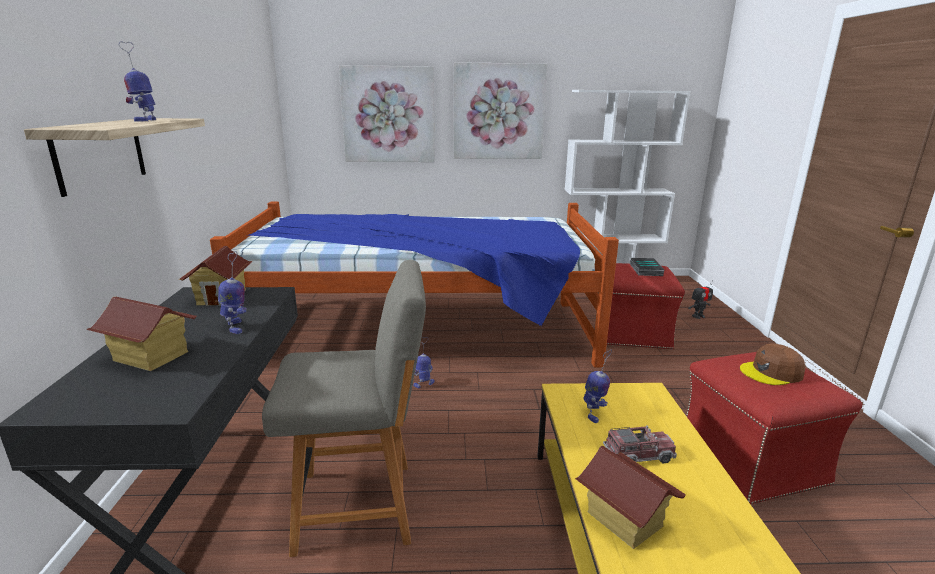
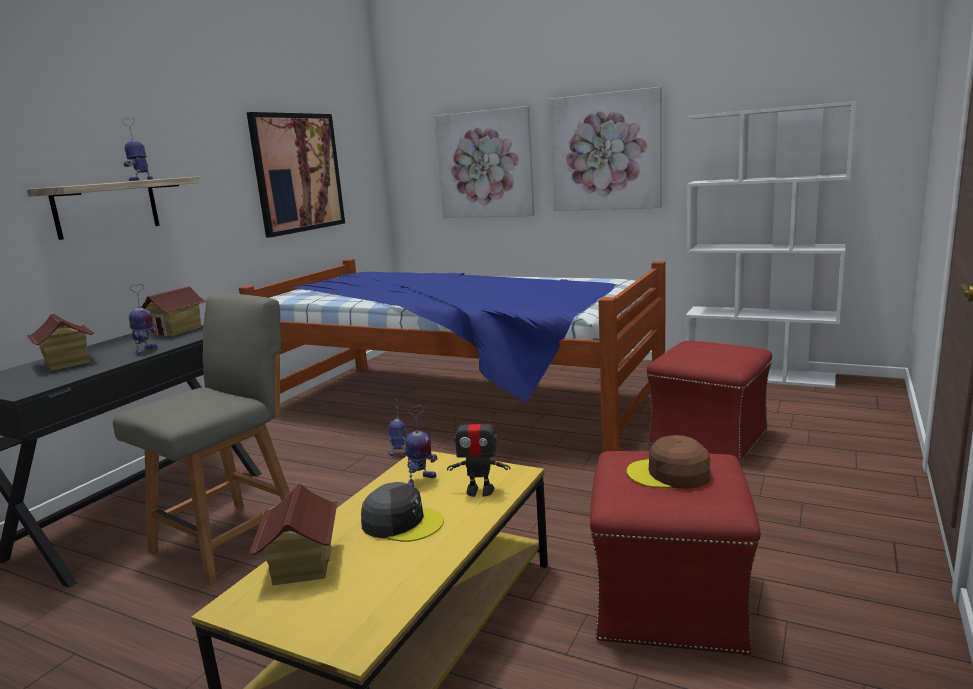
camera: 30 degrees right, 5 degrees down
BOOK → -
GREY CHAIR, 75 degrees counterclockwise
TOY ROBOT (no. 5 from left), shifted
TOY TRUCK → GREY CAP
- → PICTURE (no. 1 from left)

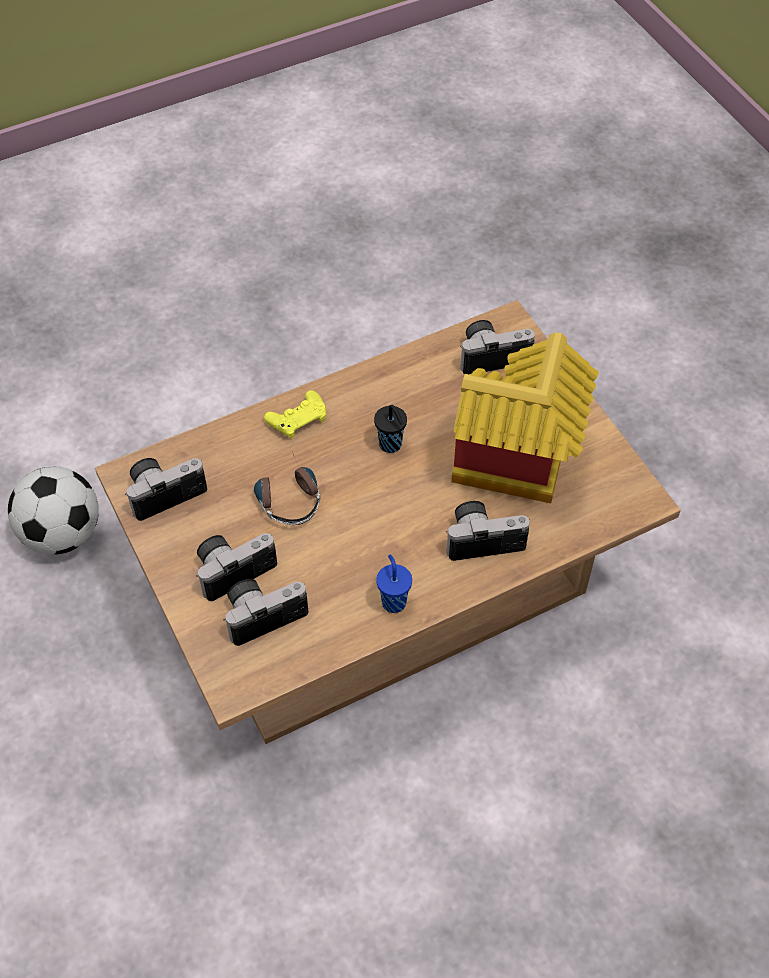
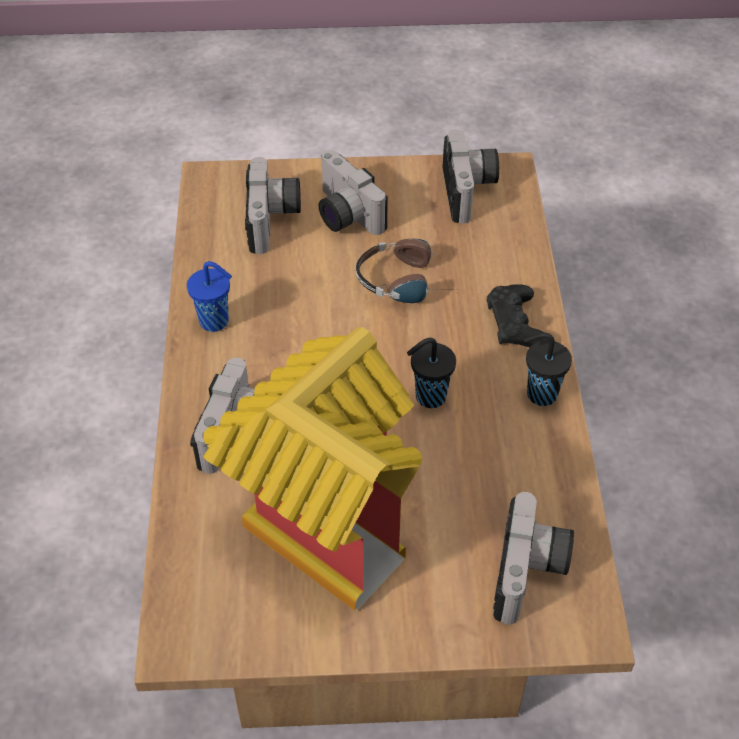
camera: 115 degrees right, 5 degrees down
YELLOW GAME CONTROLLER → BLACK GAME CONTROLLER
FOOTBALL → -
PHOTO CAMERA (no. 2 from left in the first image) → PHOTO CAMERA (no. 3 from left), 150 degrees clockwise
- → BLACK CUP (no. 2 from left)

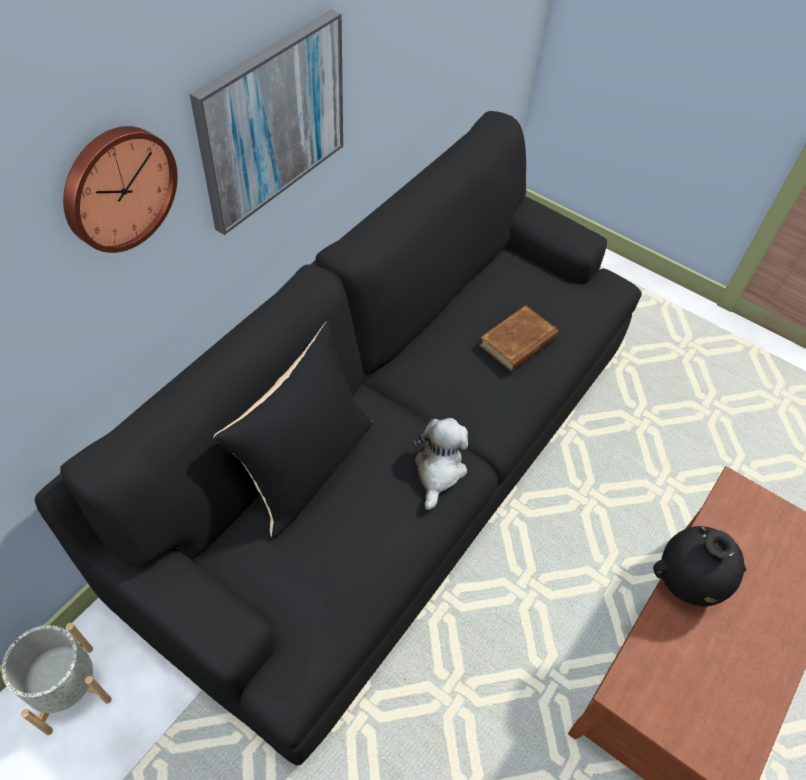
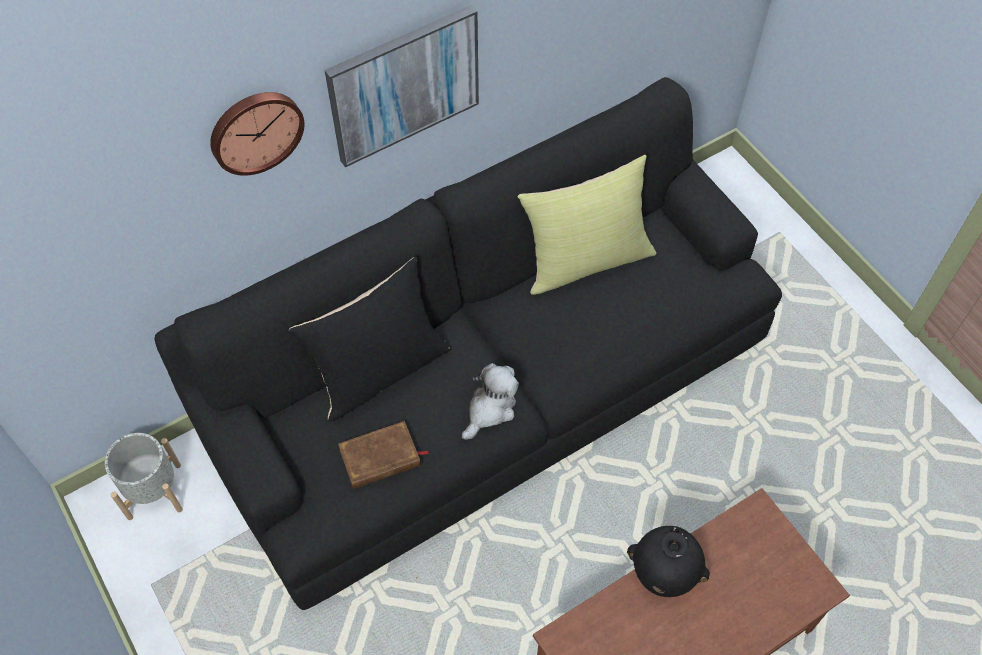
camera: 25 degrees right, 5 degrees up
BROWN BOOK, shifted
- → YELLOW PILLOW

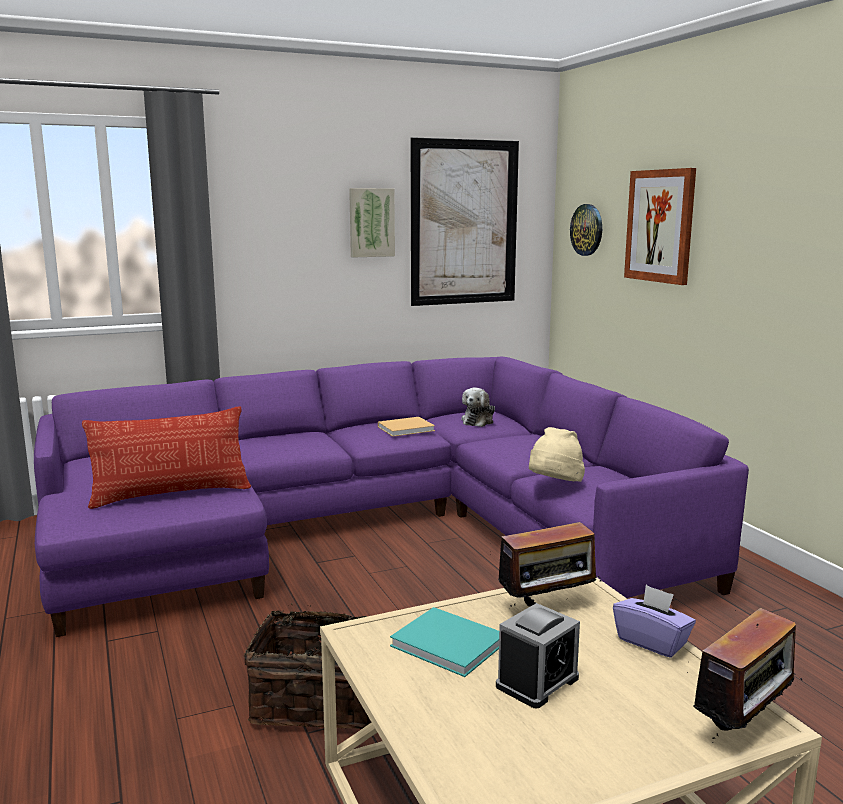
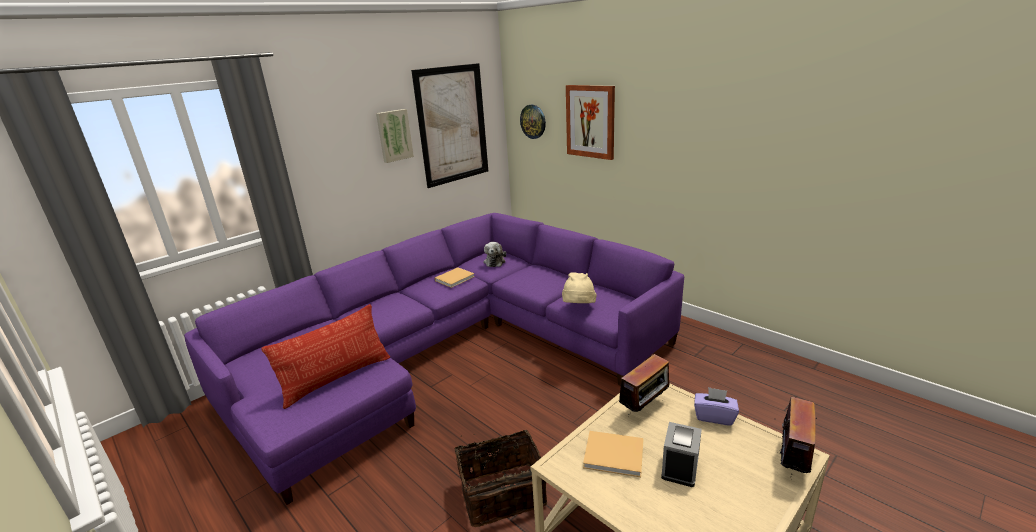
camera: 20 degrees left, 10 degrees up
TURQUOISE BOOK → BEIGE BOOK (no. 2 from left)

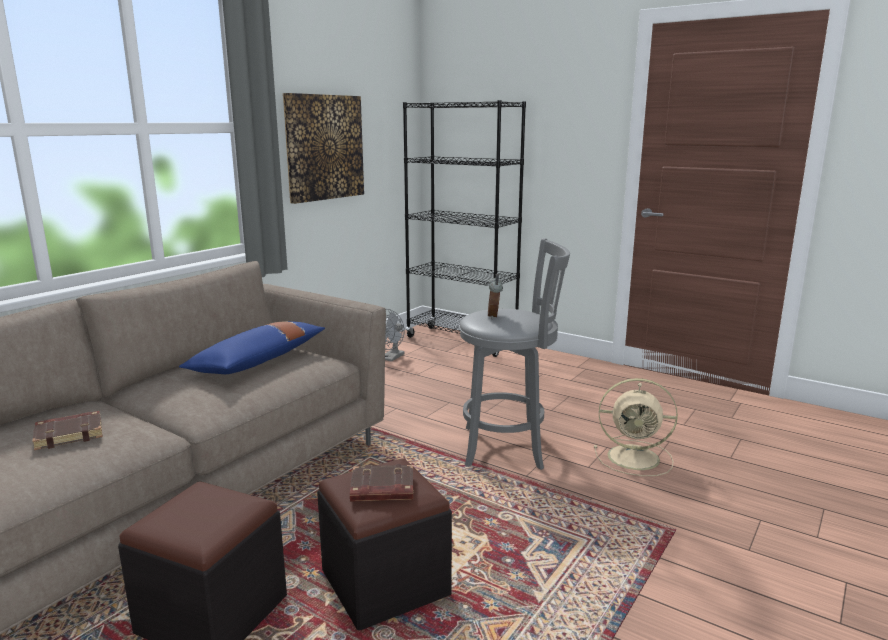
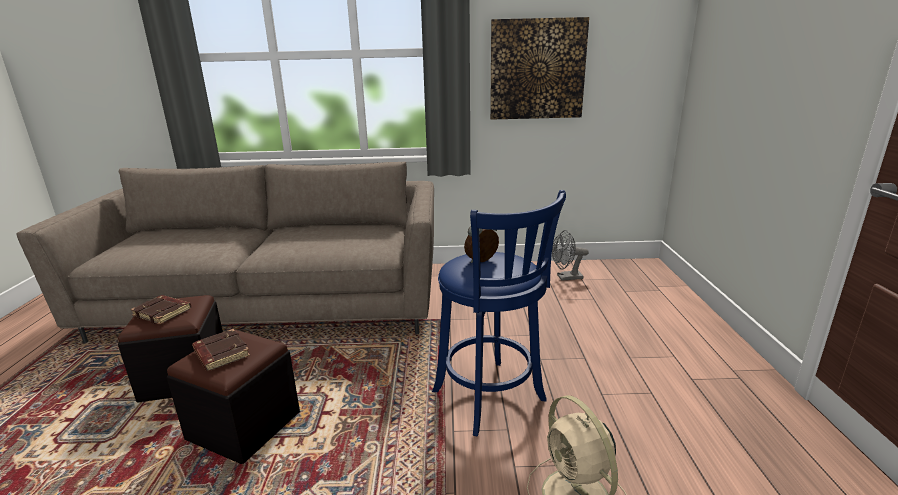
camera: 55 degrees right, 5 degrees up
BLACK BOOKCASE → -
GREY STOOL → BLUE STOOL
BLUE PILLOW → -
BROWN BOOK (no. 1 from left), shifted

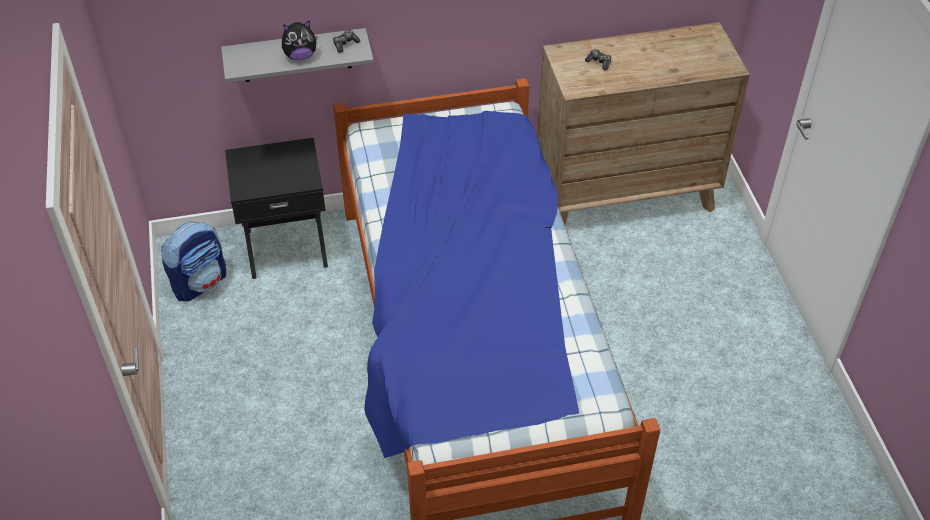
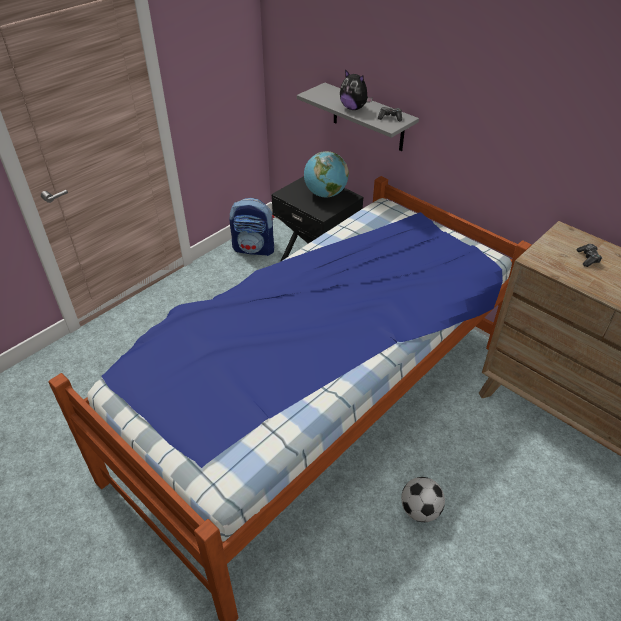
camera: 55 degrees right, 5 degrees down
- → GLOBE
- → FOOTBALL

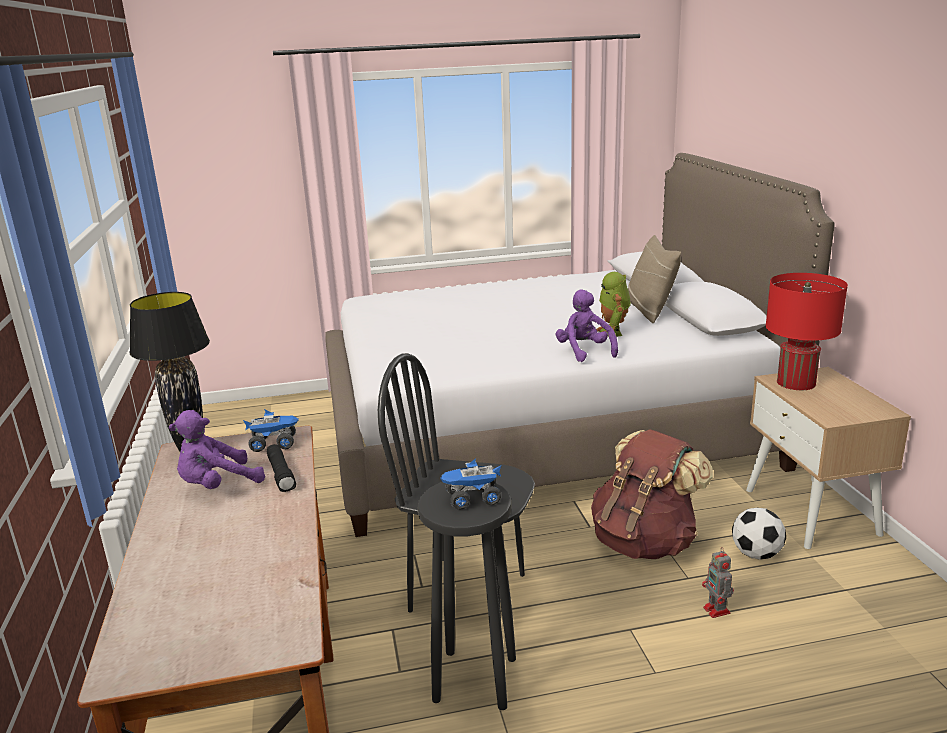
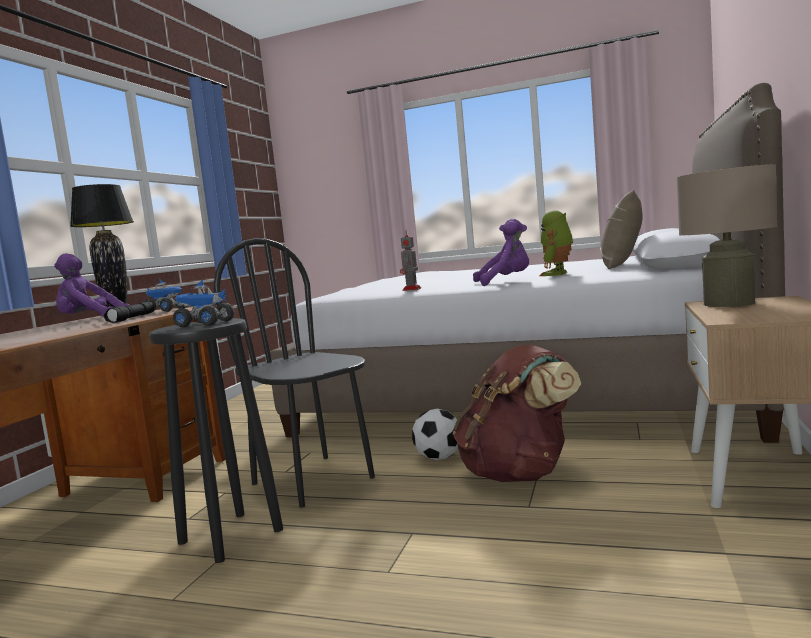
camera: 30 degrees right, 15 degrees down
RED TABLE LAMP → BEIGE TABLE LAMP
PURPLE PLUSH TOY (no. 2 from left), 75 degrees clockwise
FOOTBALL, shifted
TOY ROBOT (no. 2 from left in the first image) → TOY ROBOT (no. 1 from left), shifted

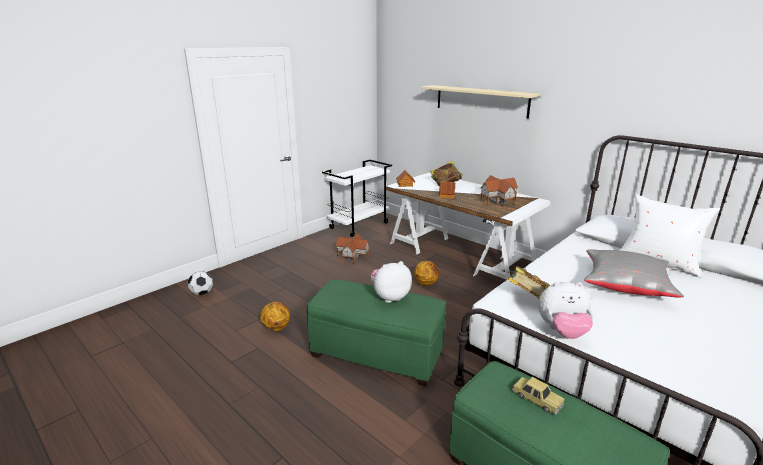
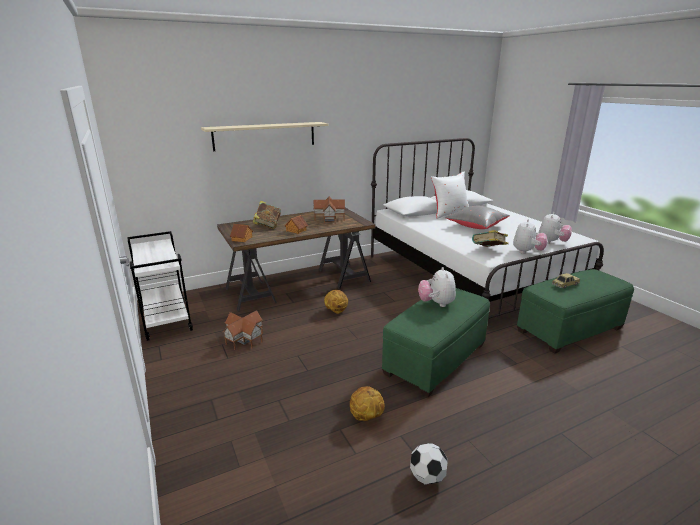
camera: 70 degrees left, 0 degrees up
WHITE DESK → BROWN DESK
FOOTBALL, shifted
- → PLUSH TOY (no. 3 from left)

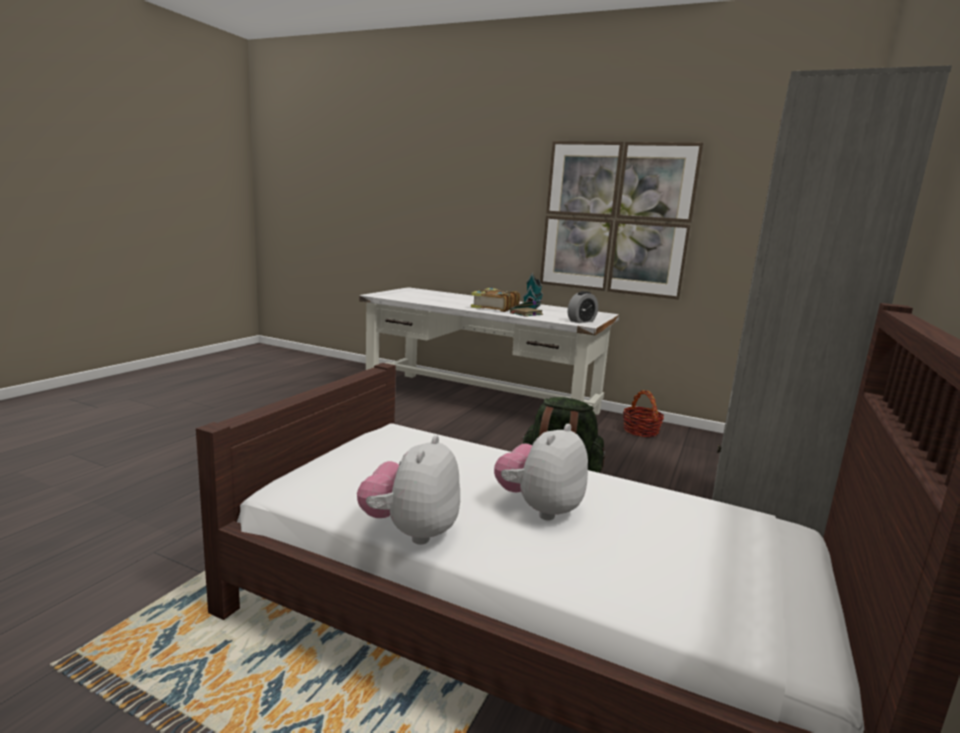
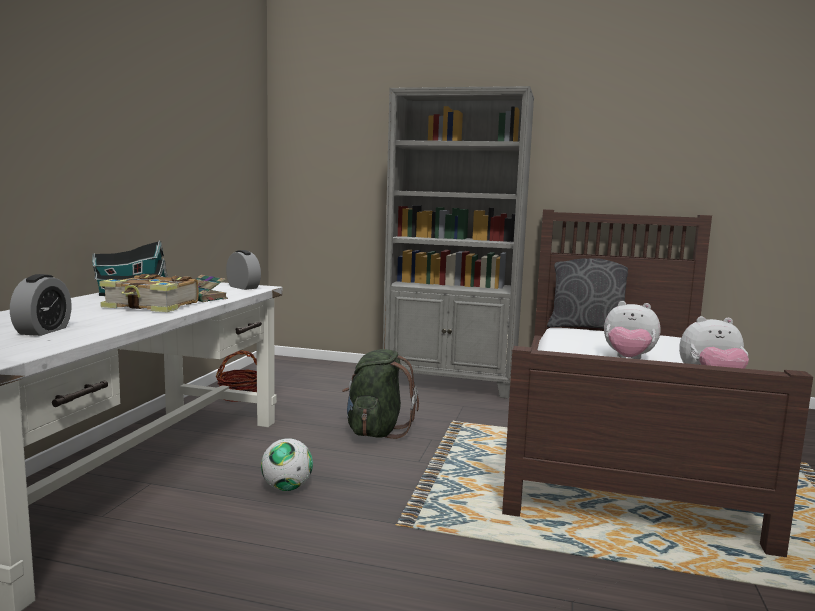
camera: 100 degrees left, 5 degrees down
PICTURE → -
- → GREY PILLOW
- → ALARM CLOCK (no. 1 from left)
- → FOOTBALL

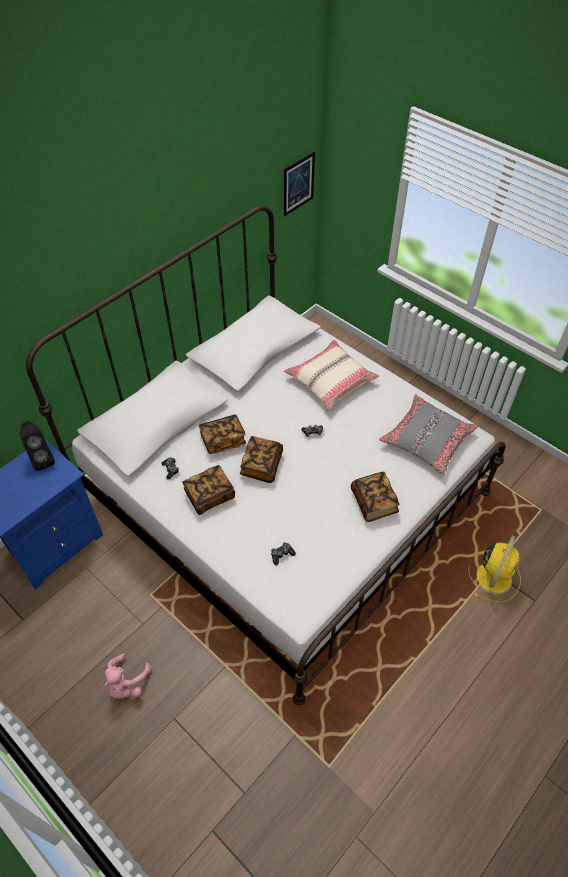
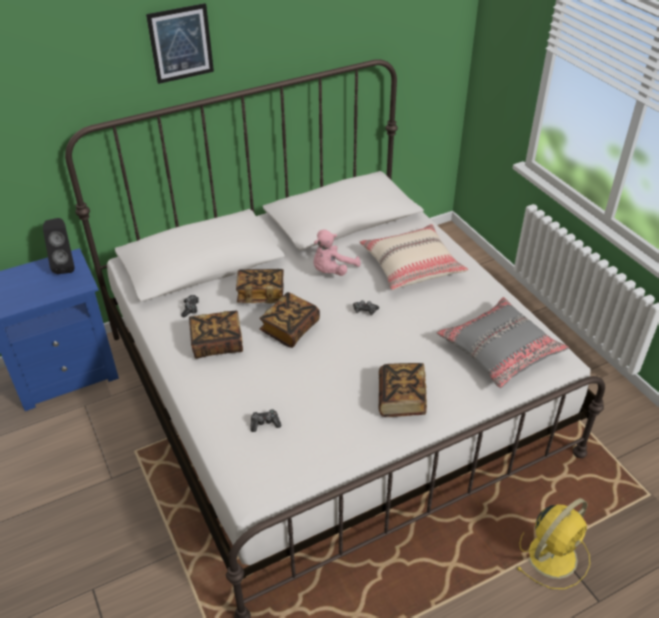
camera: 20 degrees right, 10 degrees down
PICTURE, shifted
PINK PLUSH TOY, shifted

